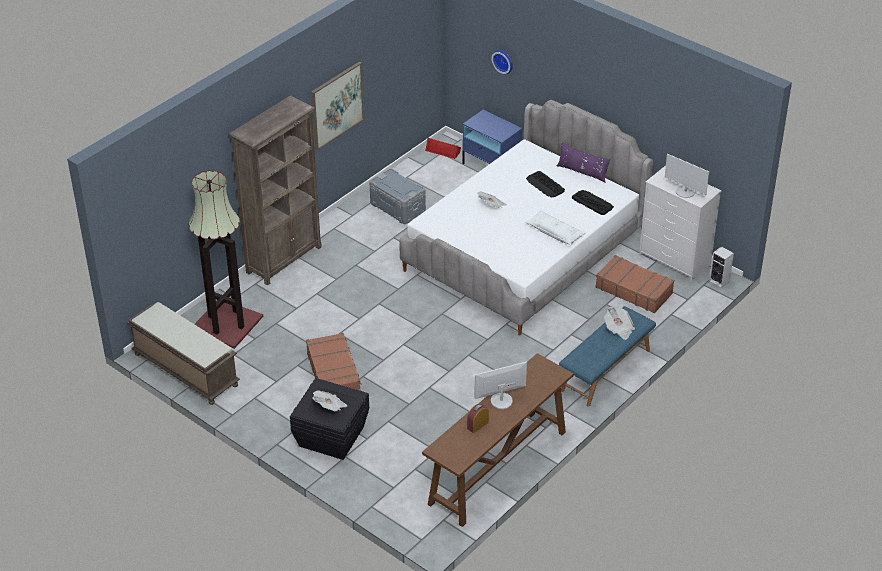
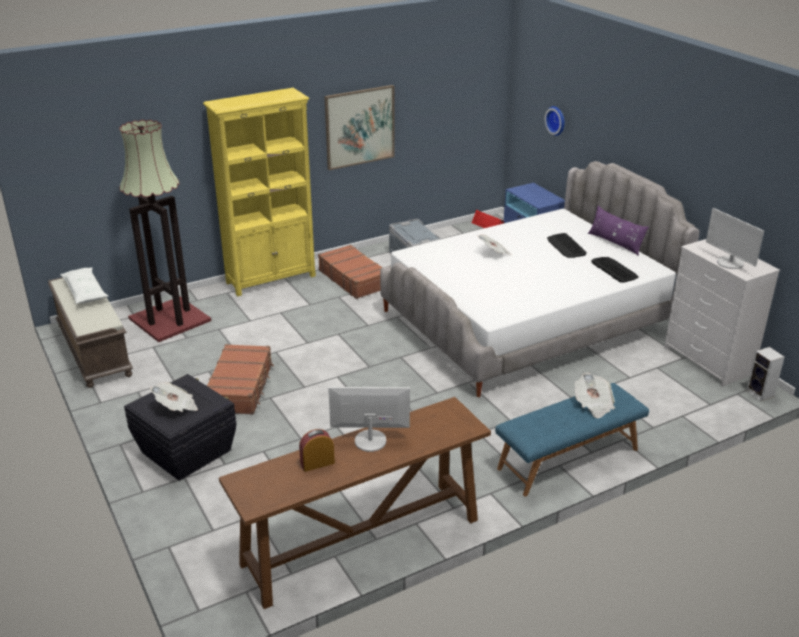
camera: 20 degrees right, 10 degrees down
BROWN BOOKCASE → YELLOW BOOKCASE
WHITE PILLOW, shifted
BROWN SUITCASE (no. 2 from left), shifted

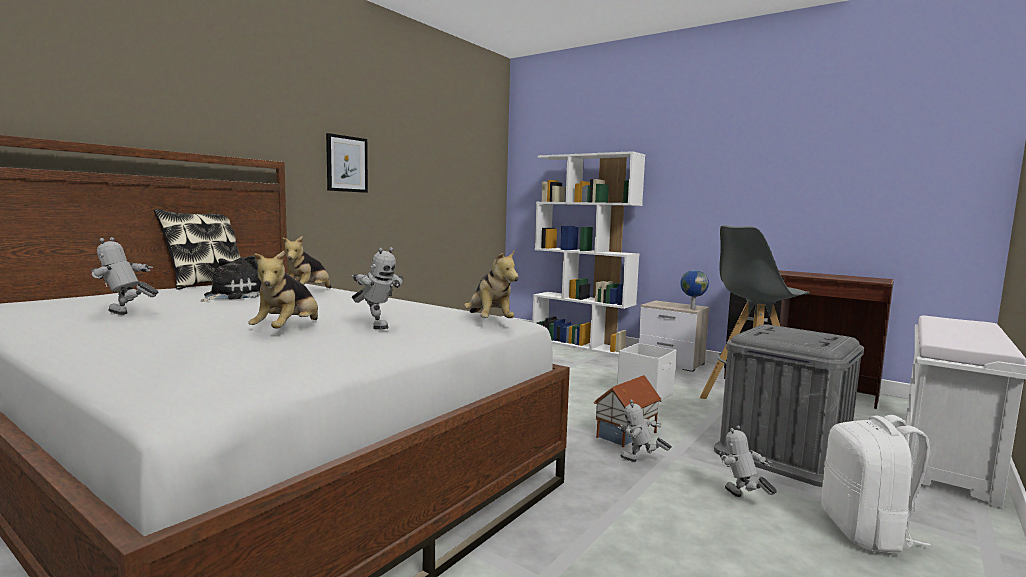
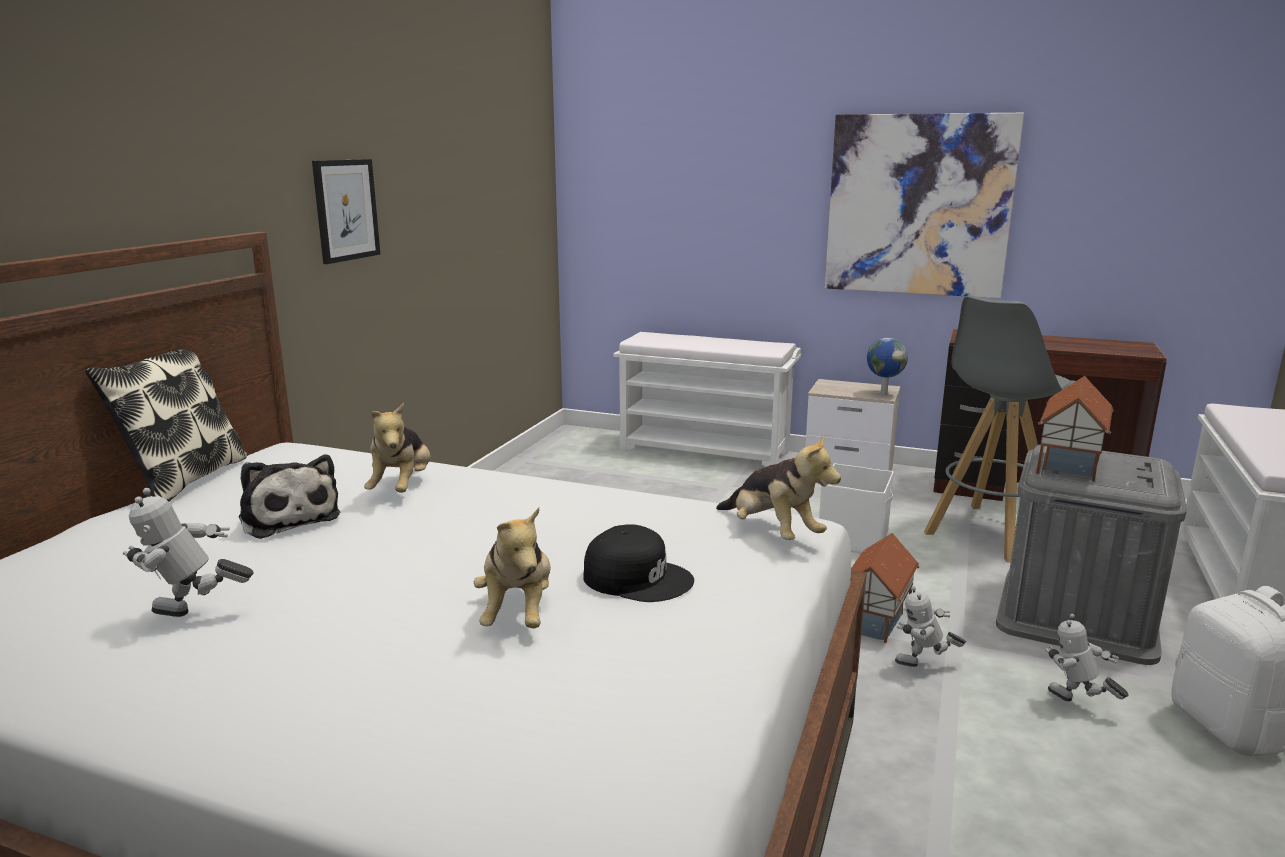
camera: 15 degrees left, 10 degrees up
WHITE BOOKCASE → WHITE BENCH (no. 1 from left)
TOY ROBOT (no. 2 from left) → BLACK CAP
PLUSH TOY (no. 1 from left), 135 degrees clockwise
- → PICTURE (no. 2 from left)
- → TOY HOUSE (no. 2 from left)

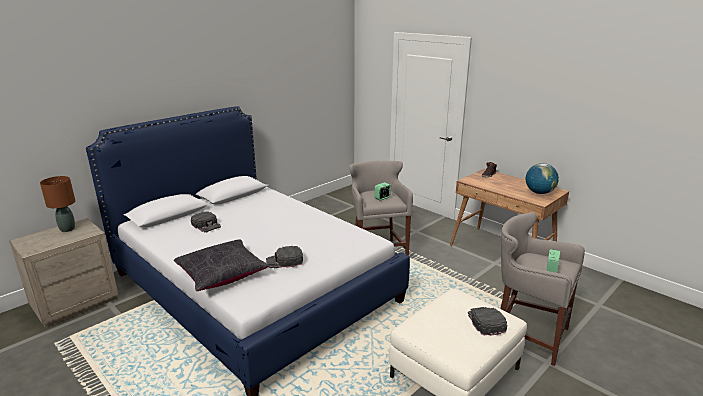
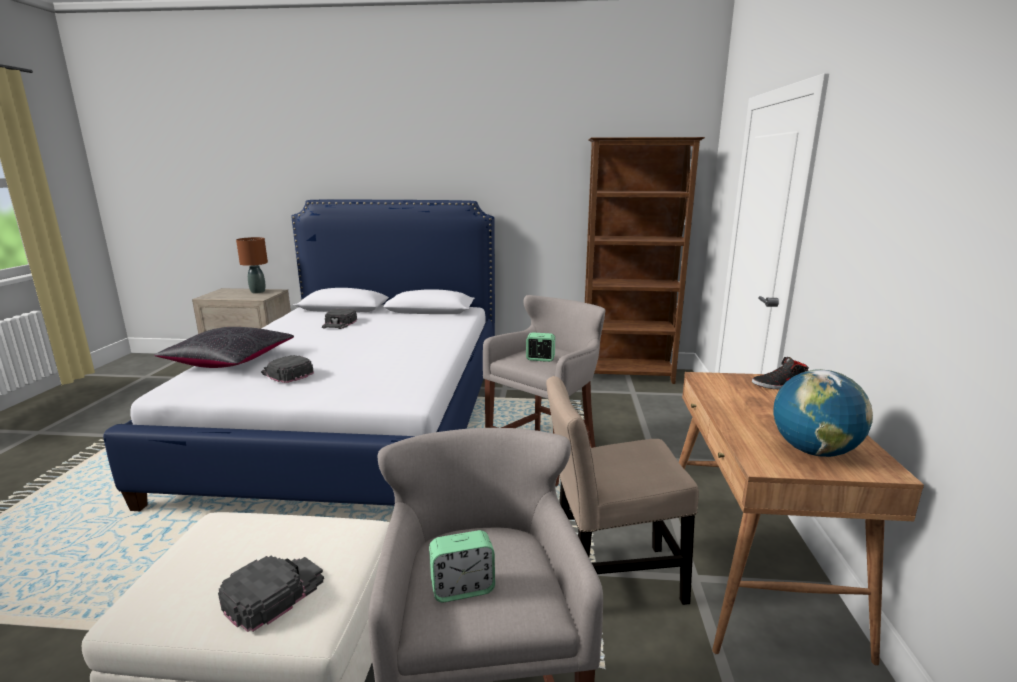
camera: 50 degrees right, 5 degrees down
- → BROWN BOOKCASE
- → BEIGE CHAIR

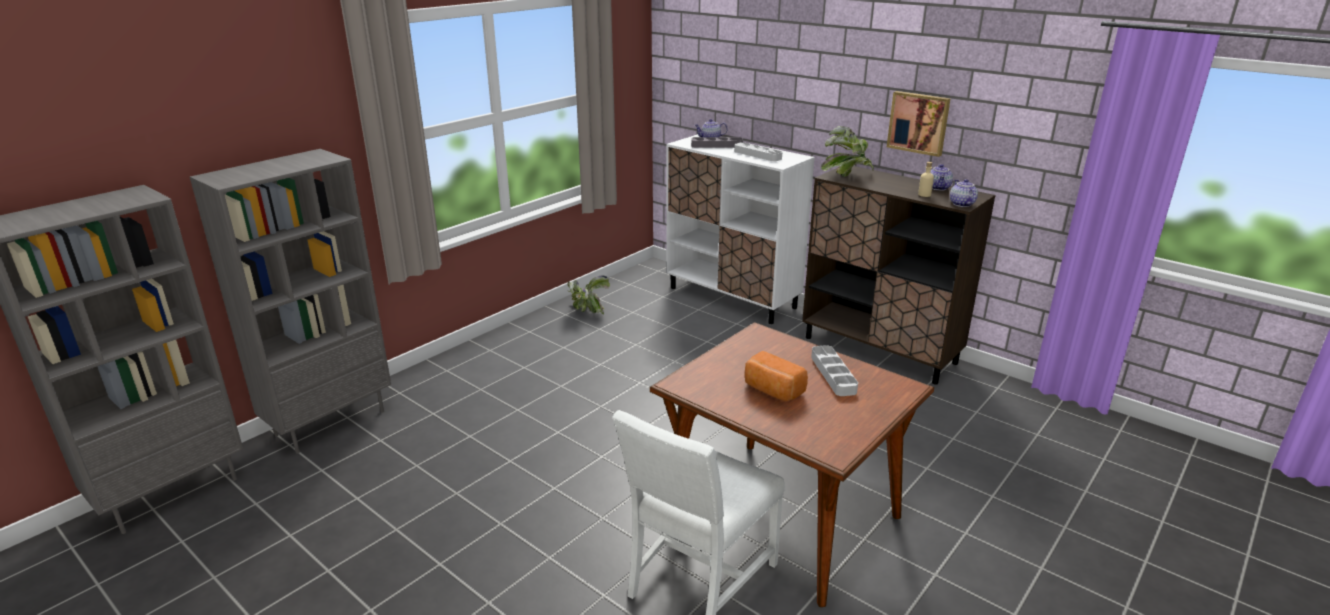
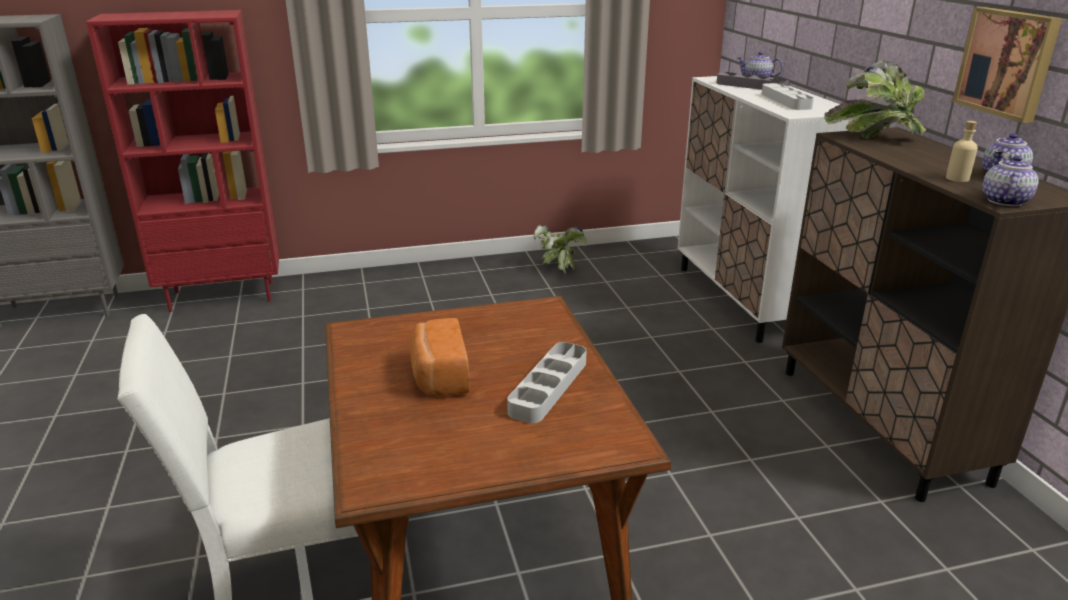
camera: 35 degrees right, 0 degrees up
GREY BOOKCASE (no. 2 from left) → RED BOOKCASE

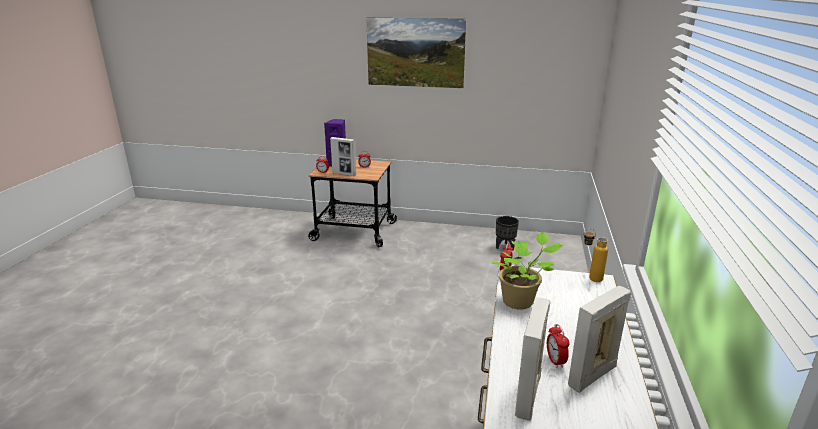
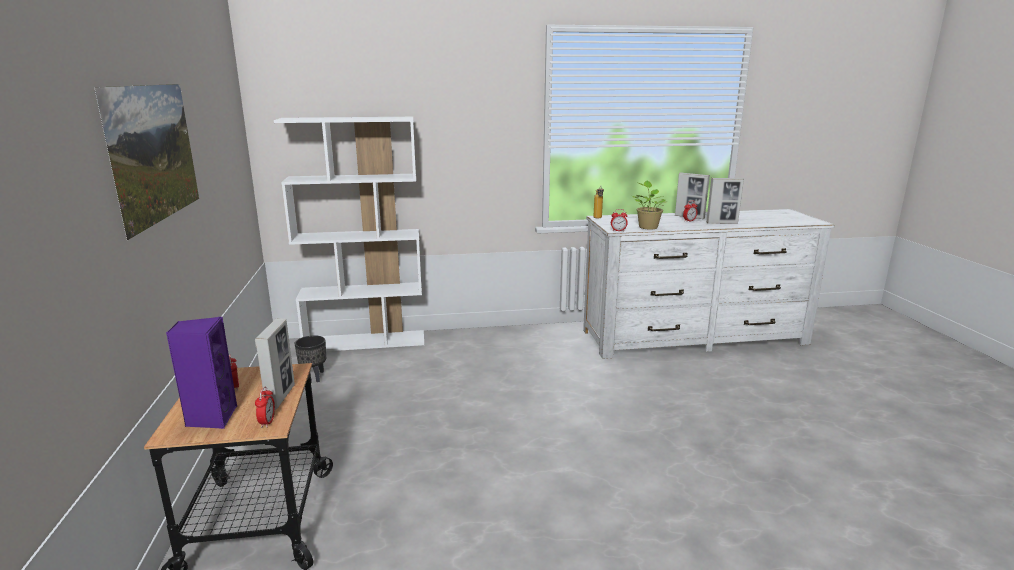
camera: 110 degrees left, 5 degrees down
- → WHITE BOOKCASE

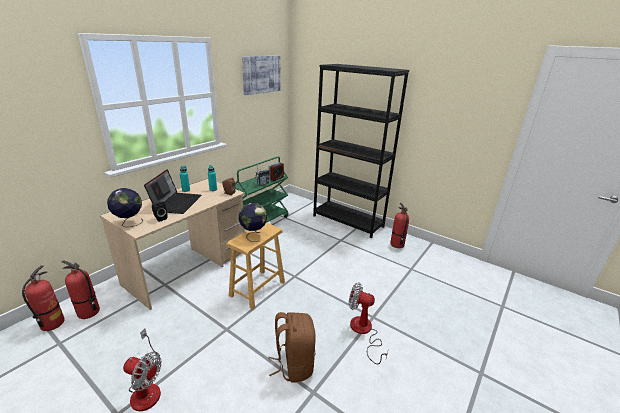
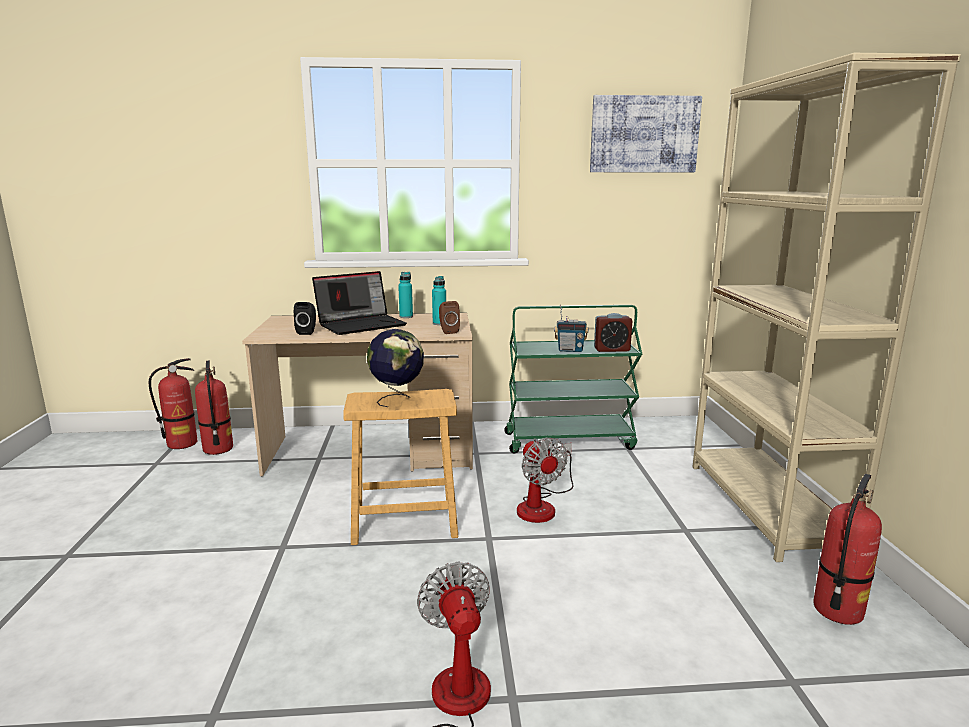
camera: 50 degrees right, 10 degrees down
BLACK BOOKCASE → BEIGE BOOKCASE
GLOBE (no. 1 from left) → -
BROWN BACKPACK → -
FAN (no. 1 from left in the first image) → FAN (no. 2 from left), shifted

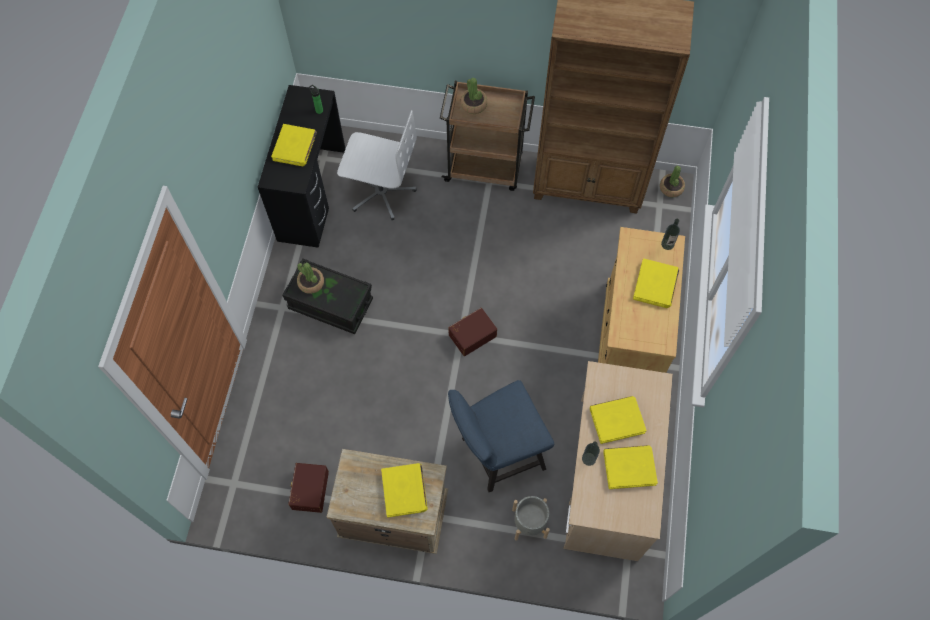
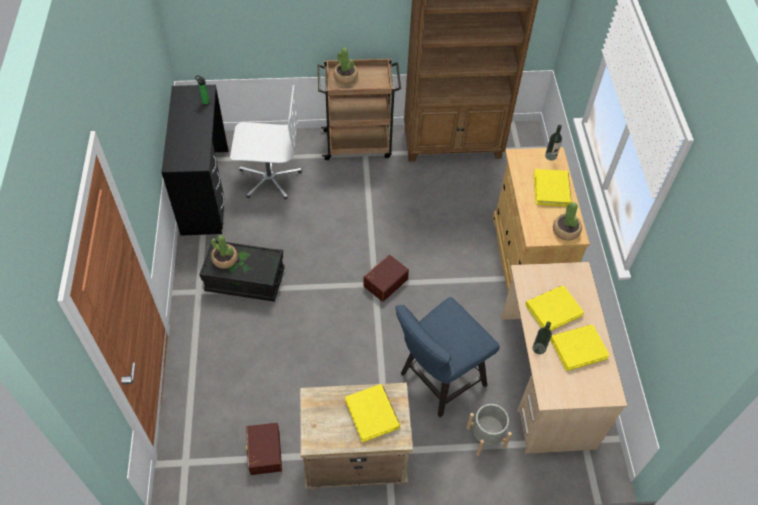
camera: 15 degrees left, 10 degrees down
YELLOW BOOK (no. 1 from left) → -
POTTED PLANT (no. 3 from left), shifted

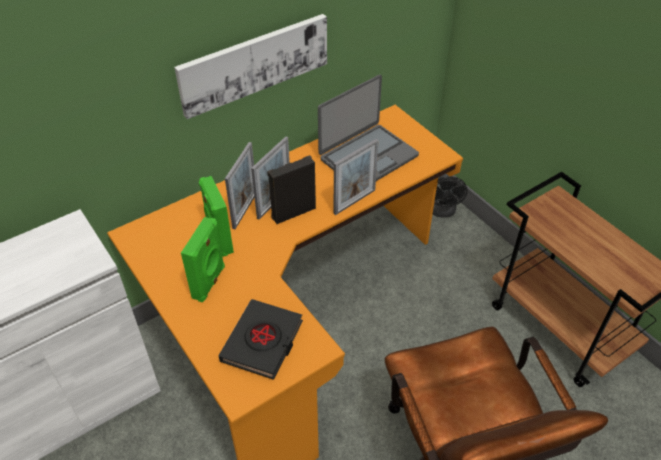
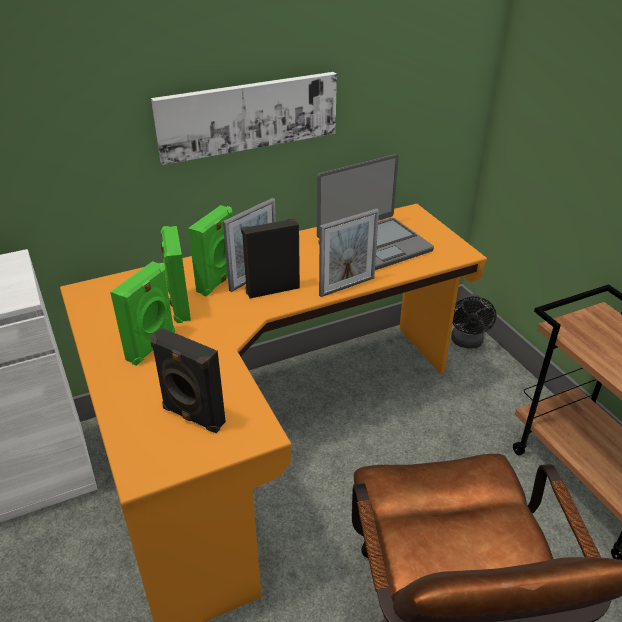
camera: 10 degrees right, 10 degrees down
PICTURE FRAME (no. 1 from left) → GREEN SPEAKER (no. 3 from left)
BLACK BOOK → BLACK SPEAKER (no. 1 from left)

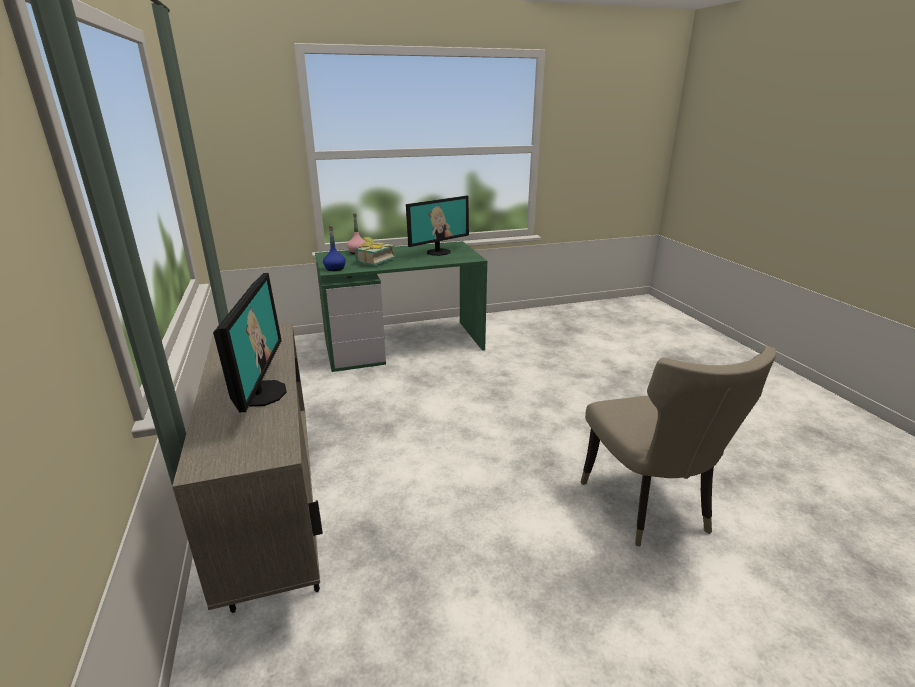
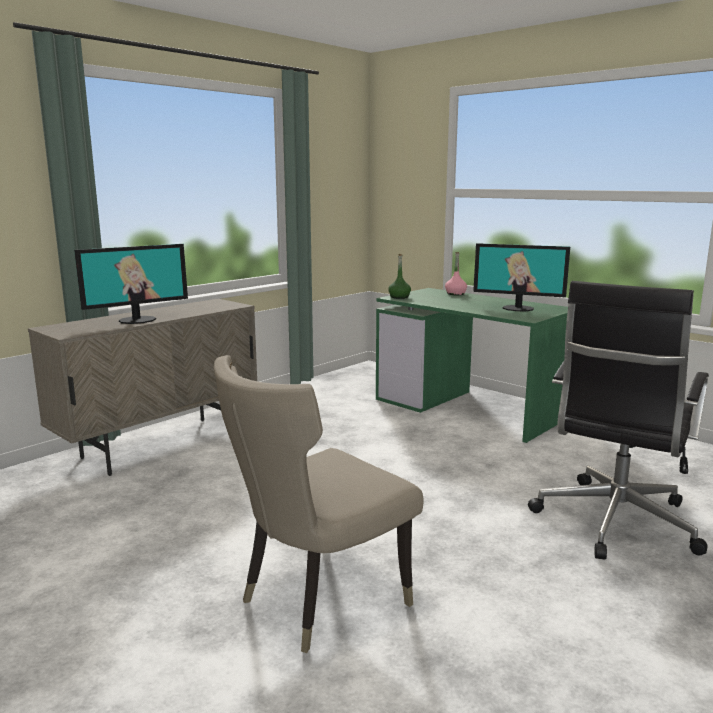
camera: 60 degrees right, 10 degrees down
BLUE BOTTLE → GREEN BOTTLE
BOOK → -
- → BLACK OFFICE CHAIR

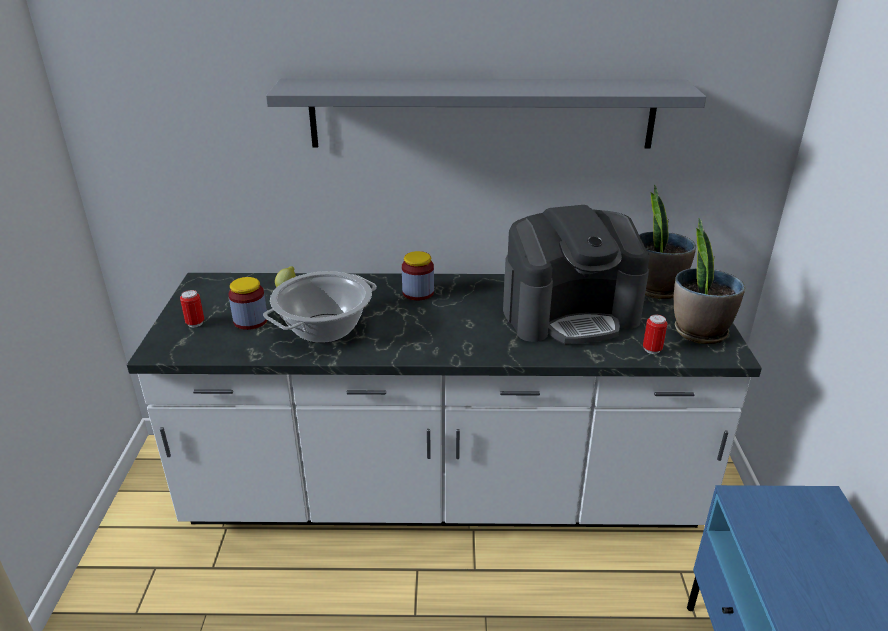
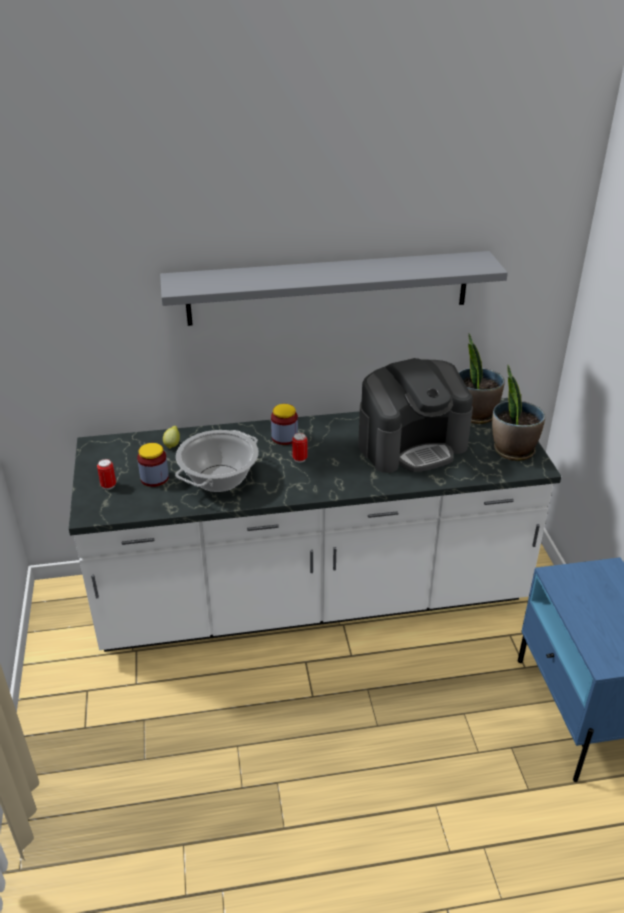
camera: 10 degrees left, 5 degrees up
CAN (no. 2 from left), shifted

